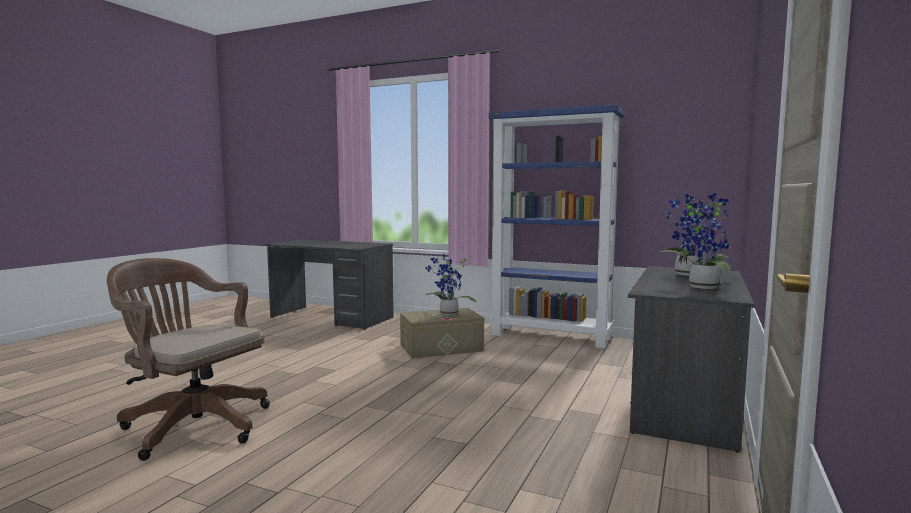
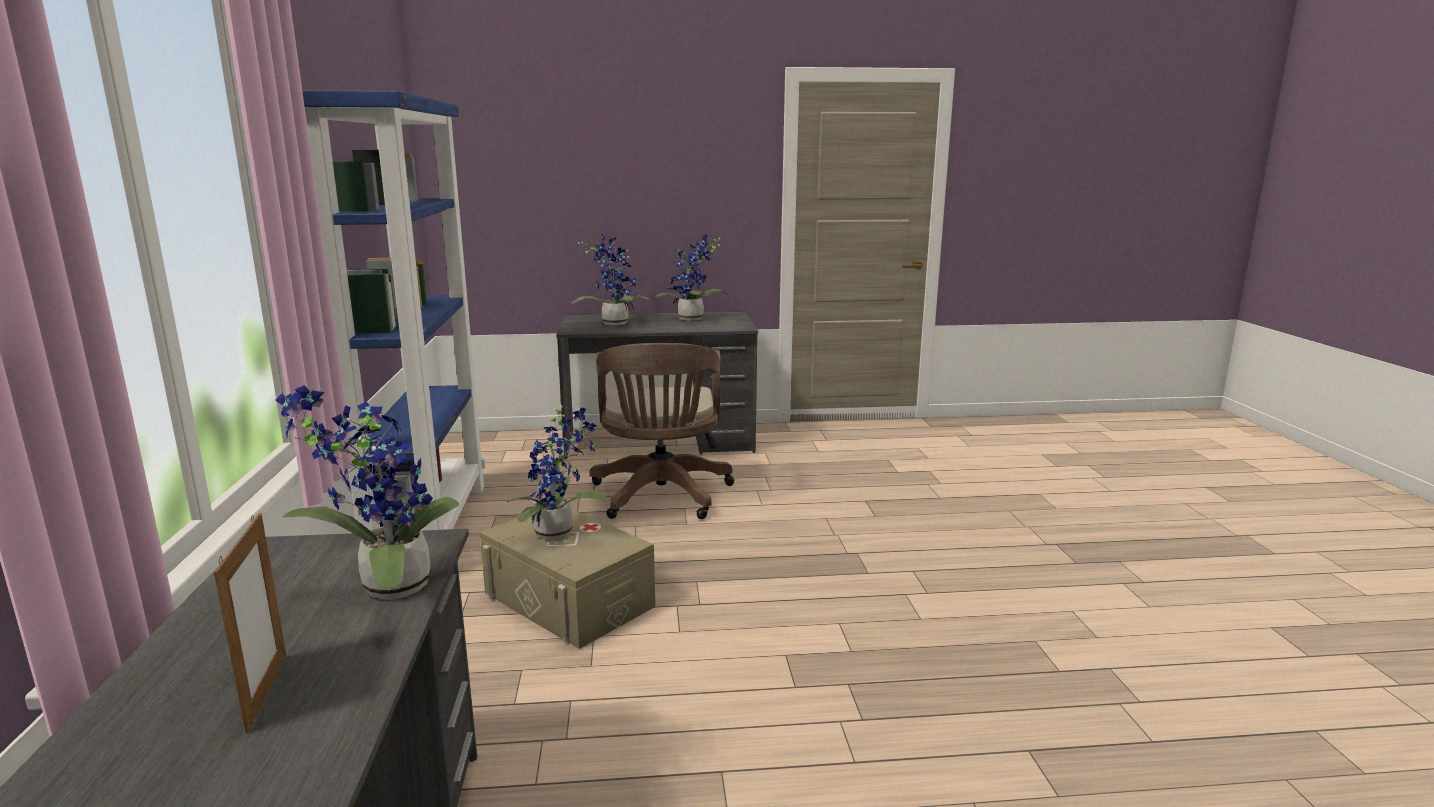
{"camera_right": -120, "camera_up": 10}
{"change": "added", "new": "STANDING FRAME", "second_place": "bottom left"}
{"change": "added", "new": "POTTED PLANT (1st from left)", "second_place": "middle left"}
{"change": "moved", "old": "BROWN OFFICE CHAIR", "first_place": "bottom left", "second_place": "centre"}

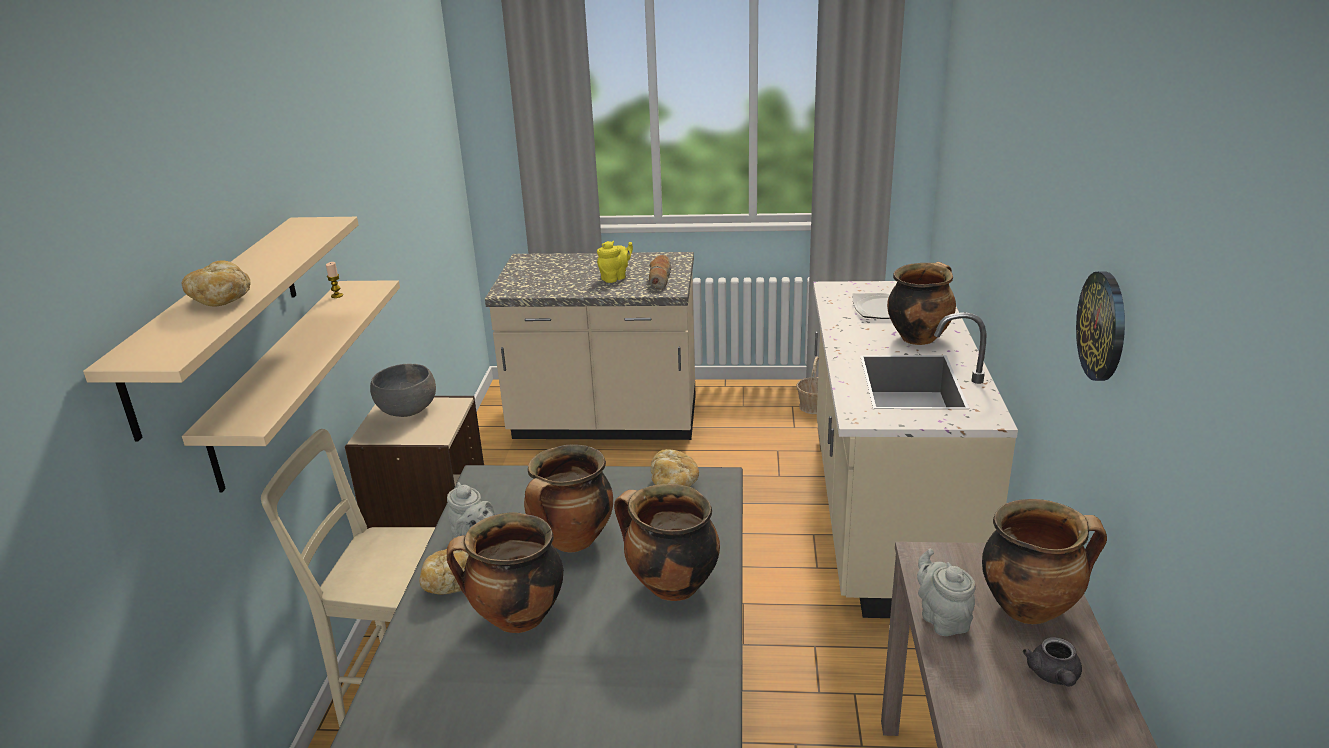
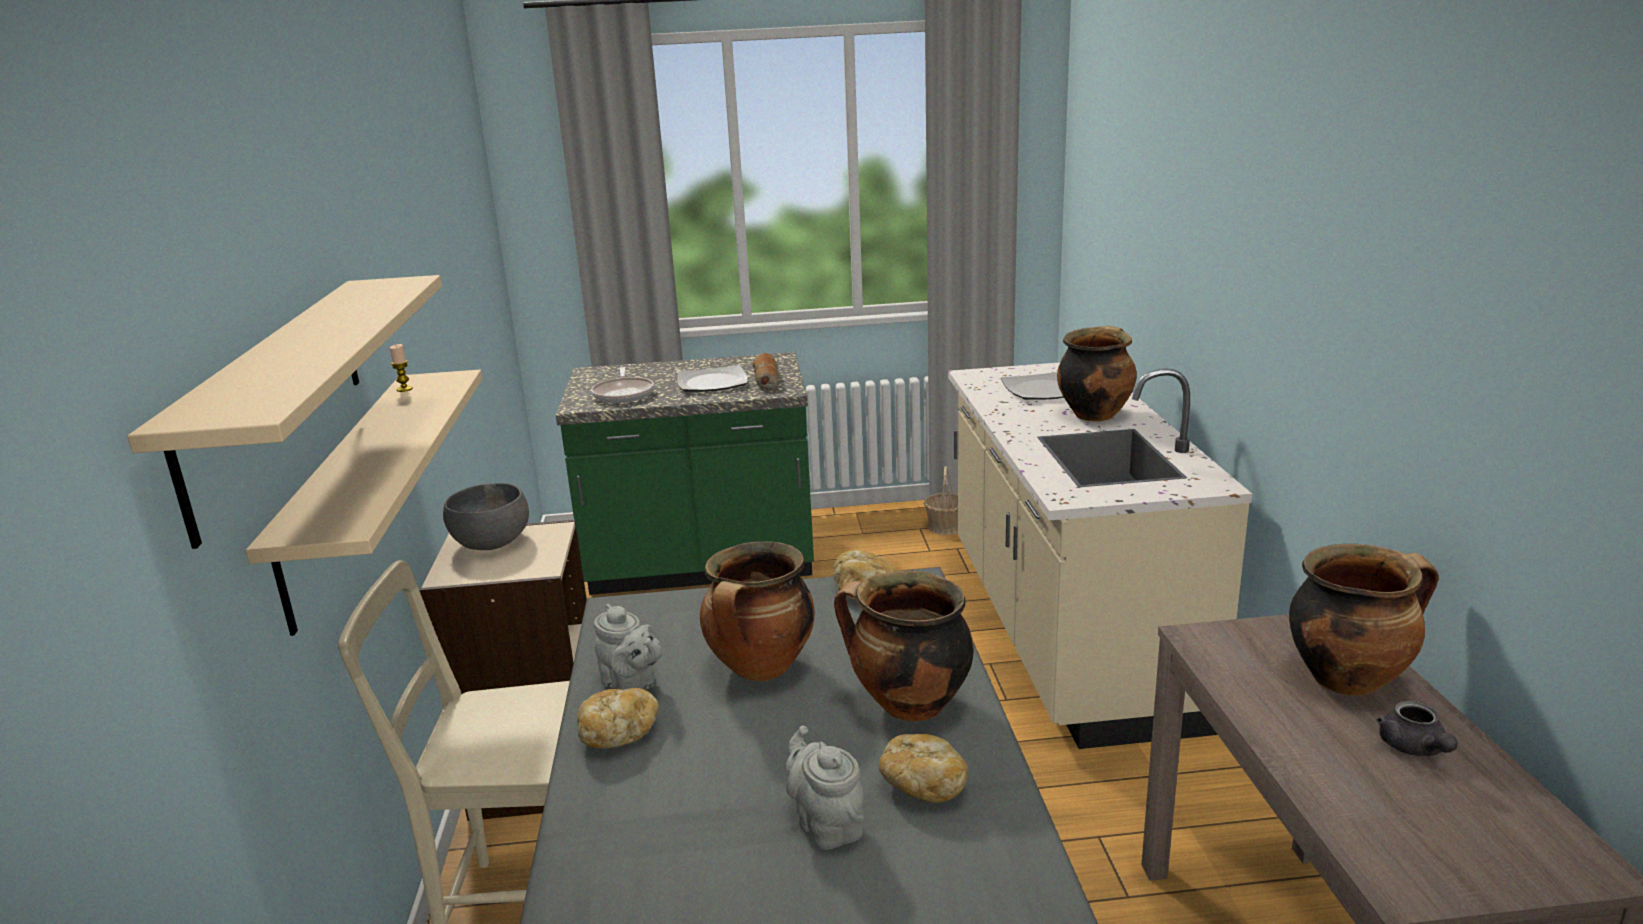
{"camera_right": -10, "camera_up": -5}
{"change": "removed", "old": "STOCKPOT (1st from left)", "first_place": "bottom centre"}
{"change": "removed", "old": "CLOCK ON THE WALL", "first_place": "middle right"}
{"change": "added", "new": "FRYING PAN", "second_place": "centre"}
{"change": "moved", "old": "BREAD (1st from left in the first image)", "new": "BREAD (4th from left)", "first_place": "middle left", "second_place": "bottom centre"}
{"change": "moved", "old": "GREY TEAPOT (2nd from left)", "first_place": "bottom right", "second_place": "bottom centre"}
{"change": "replaced", "old": "YELLOW-COLOURED TEAPOT", "new": "FLAT DISH (1st from left)", "first_place": "centre", "second_place": "centre"}
{"change": "recoloured", "old": "BEIGE-COLOURED COUNTER (1st from left)", "new": "GREENISH COUNTER", "first_place": "centre", "second_place": "centre"}

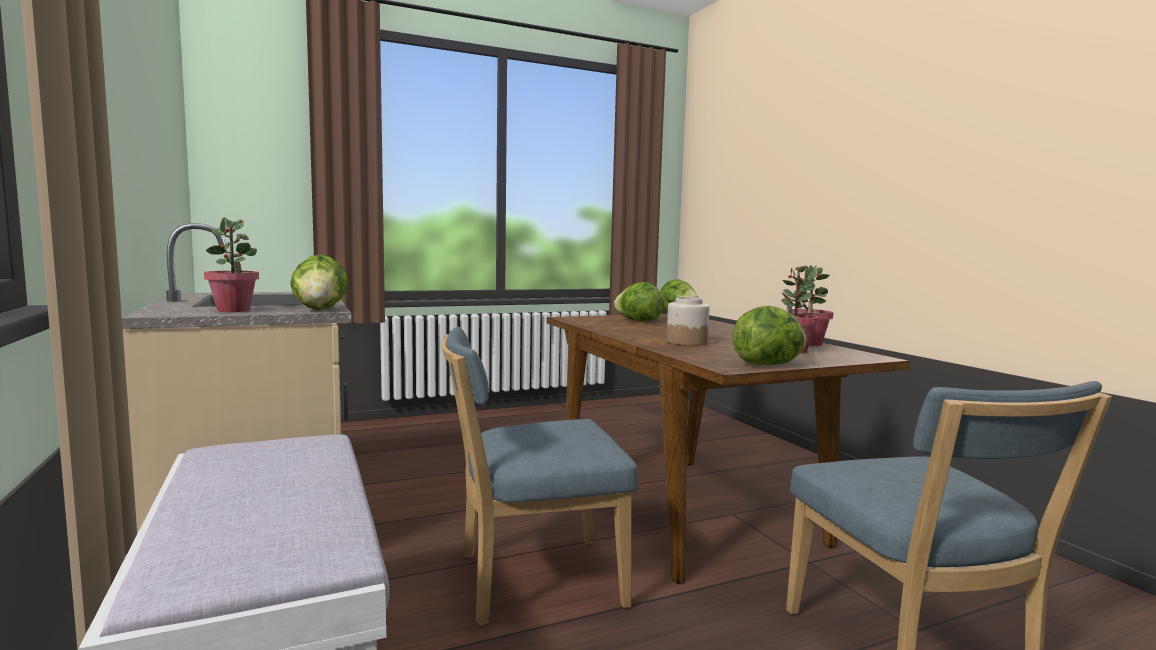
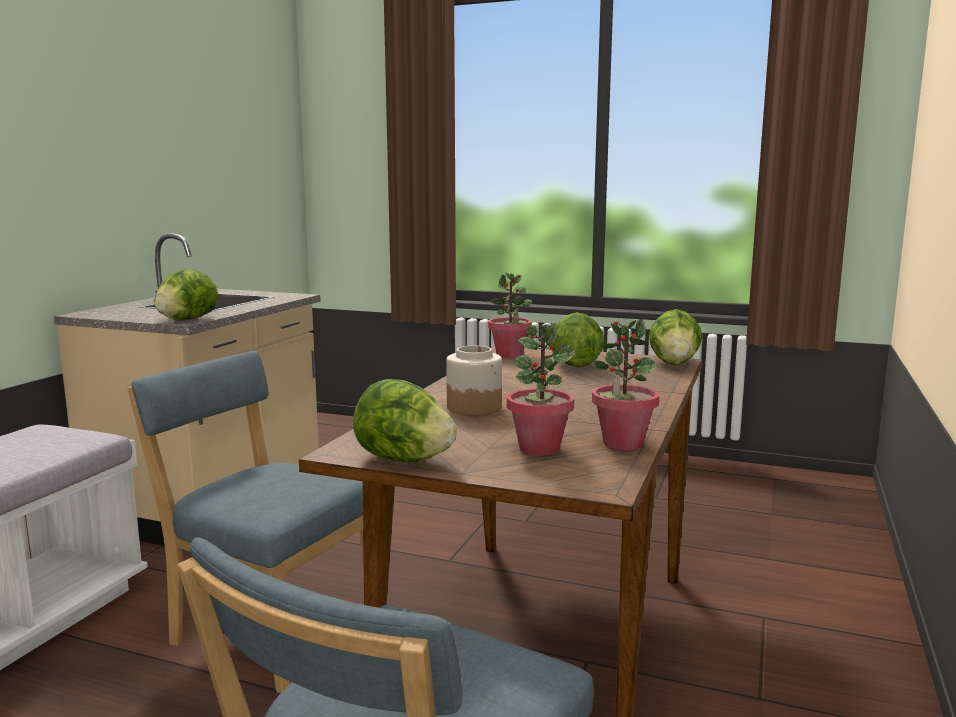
{"camera_right": 45, "camera_up": 5}
{"change": "moved", "old": "POTTED PLANT (1st from left)", "first_place": "middle left", "second_place": "centre"}

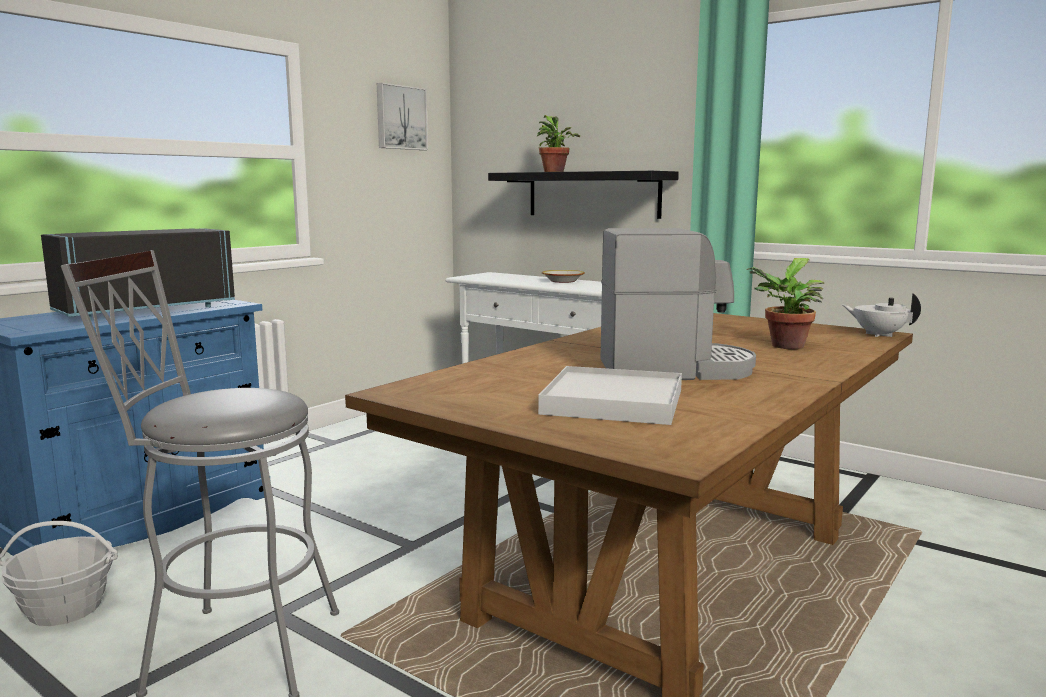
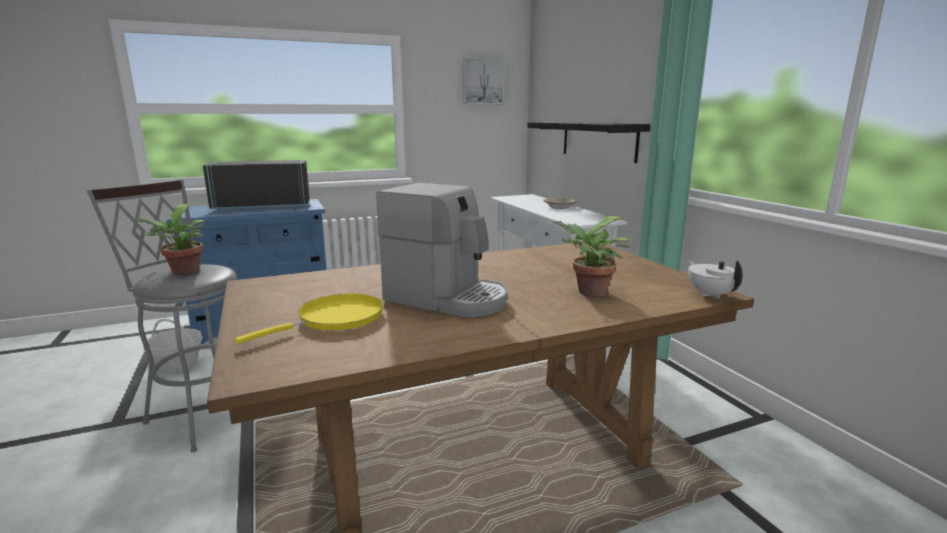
{"camera_right": 30, "camera_up": 5}
{"change": "moved", "old": "POTTED PLANT (1st from left)", "first_place": "top centre", "second_place": "middle left"}
{"change": "replaced", "old": "WHITE SERVING TRAY", "new": "YELLOW-COLOURED FRYING PAN", "first_place": "centre", "second_place": "middle left"}

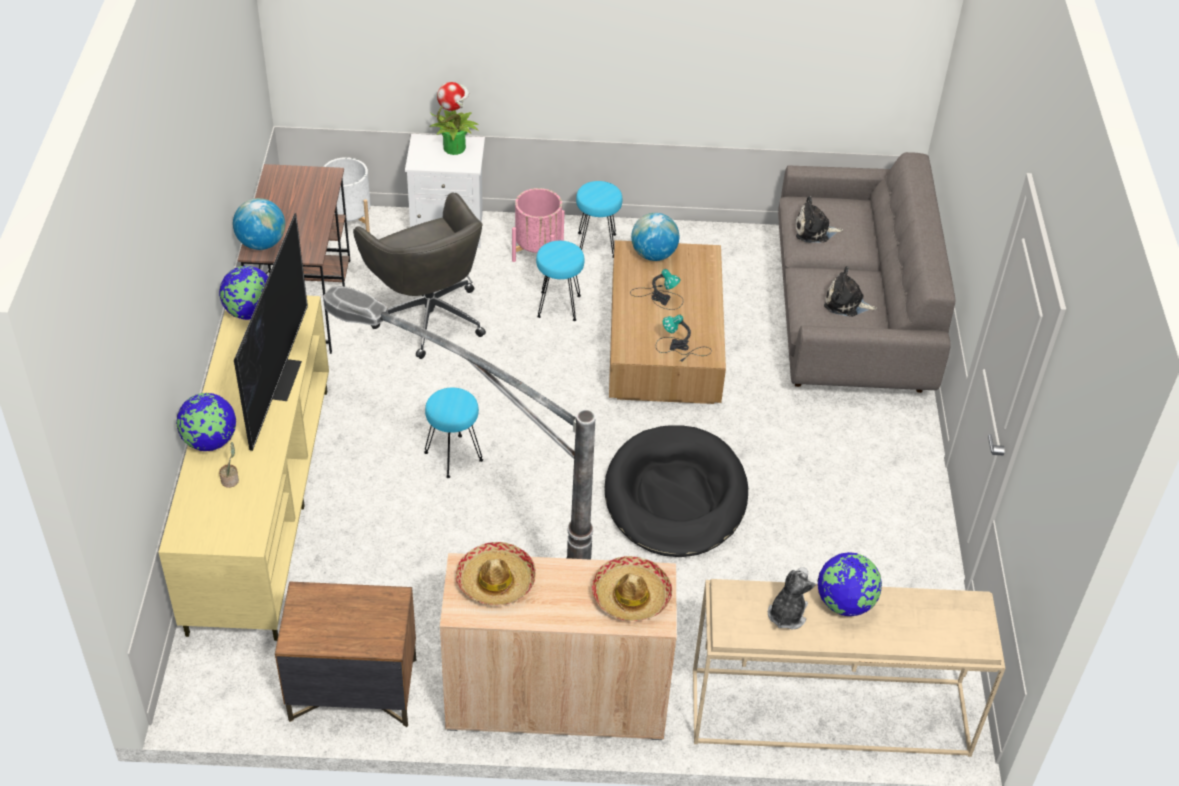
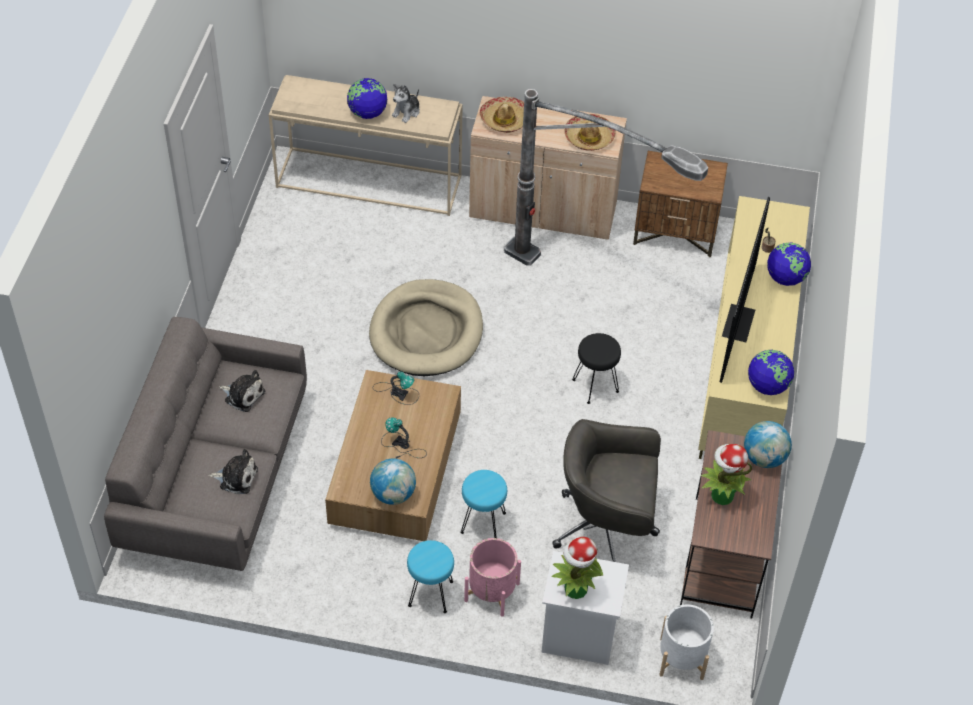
{"camera_right": -170, "camera_up": 5}
{"change": "added", "new": "POTTED PLANT (2nd from left)", "second_place": "bottom right"}
{"change": "recoloured", "old": "BLUE-GREEN STOOL SEAT (1st from left)", "new": "BLACKISH STOOL SEAT", "first_place": "centre", "second_place": "centre"}
{"change": "recoloured", "old": "BLACKISH PET BED", "new": "BEIGE-COLOURED PET BED", "first_place": "centre", "second_place": "centre"}
{"change": "turned", "old": "GREY OFFICE CHAIR", "first_place": "centre", "second_place": "bottom centre", "degrees": -60}

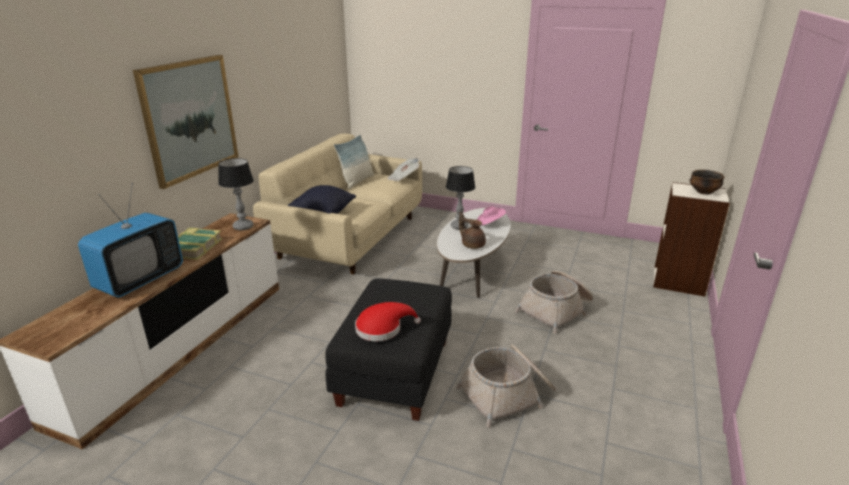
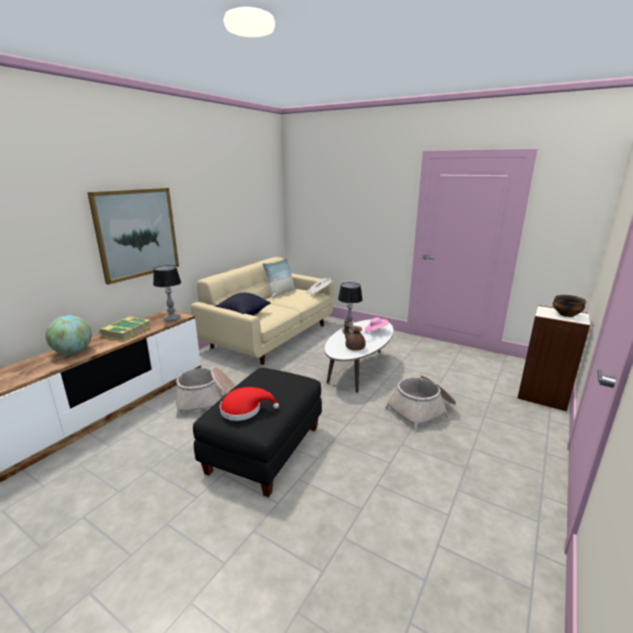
{"camera_right": 10, "camera_up": -5}
{"change": "moved", "old": "BASKET (1st from left)", "first_place": "bottom centre", "second_place": "middle left"}
{"change": "replaced", "old": "TELEVISION", "new": "GLOBE", "first_place": "middle left", "second_place": "middle left"}

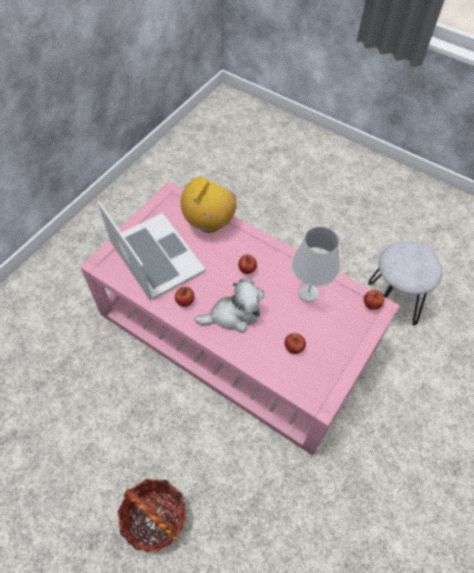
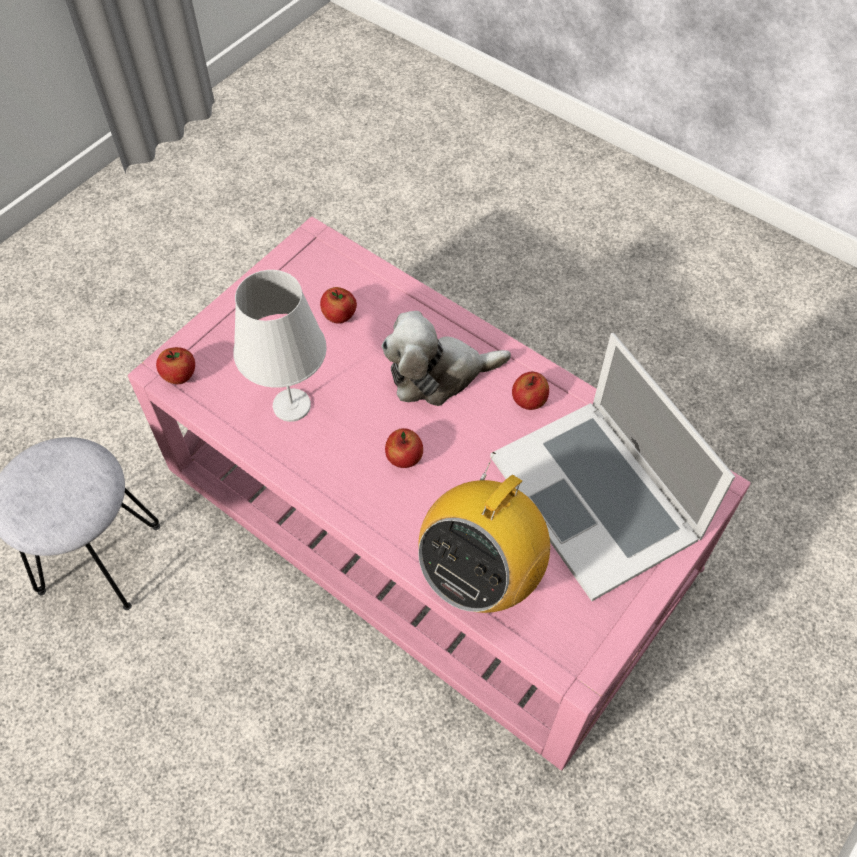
{"camera_right": -175, "camera_up": 0}
{"change": "removed", "old": "BASKET", "first_place": "bottom left"}

